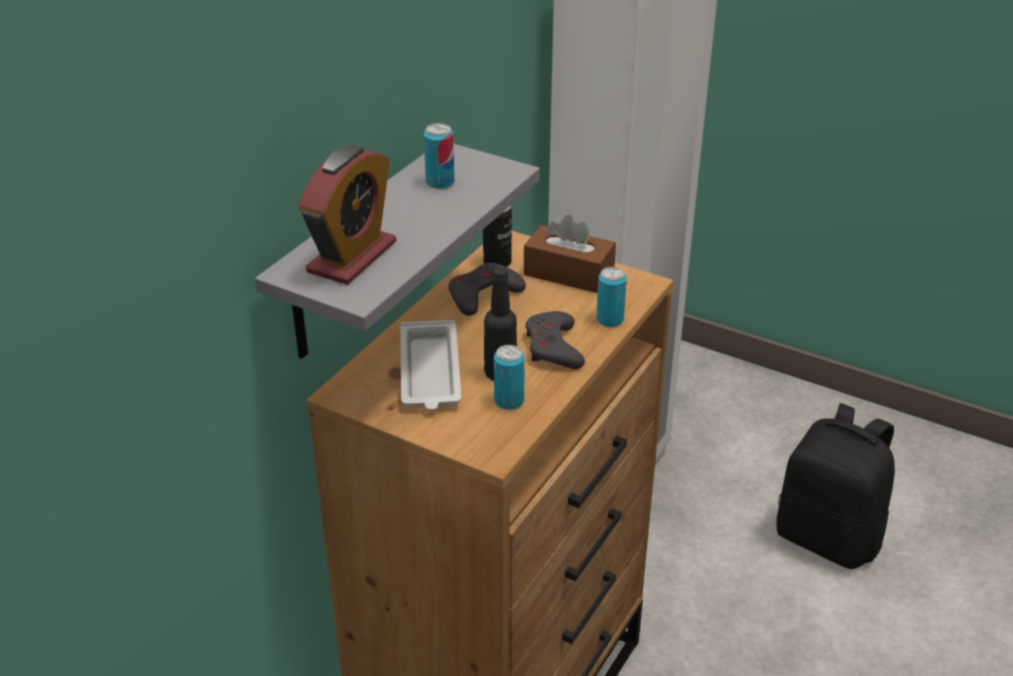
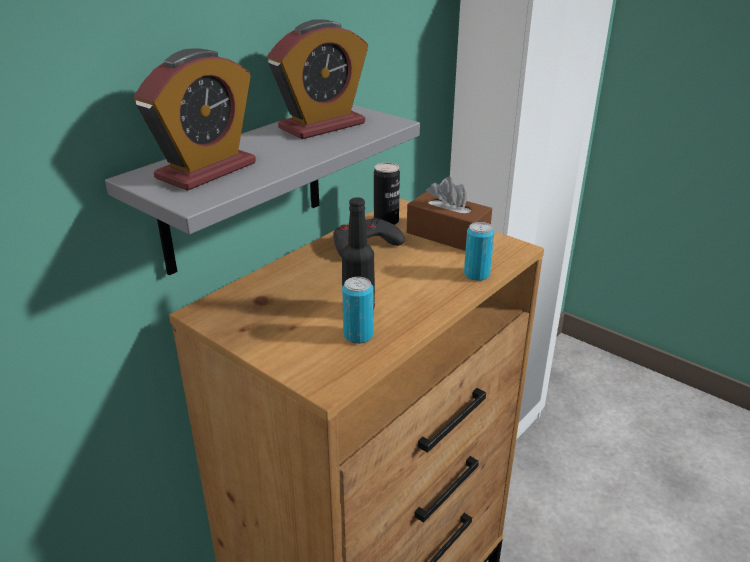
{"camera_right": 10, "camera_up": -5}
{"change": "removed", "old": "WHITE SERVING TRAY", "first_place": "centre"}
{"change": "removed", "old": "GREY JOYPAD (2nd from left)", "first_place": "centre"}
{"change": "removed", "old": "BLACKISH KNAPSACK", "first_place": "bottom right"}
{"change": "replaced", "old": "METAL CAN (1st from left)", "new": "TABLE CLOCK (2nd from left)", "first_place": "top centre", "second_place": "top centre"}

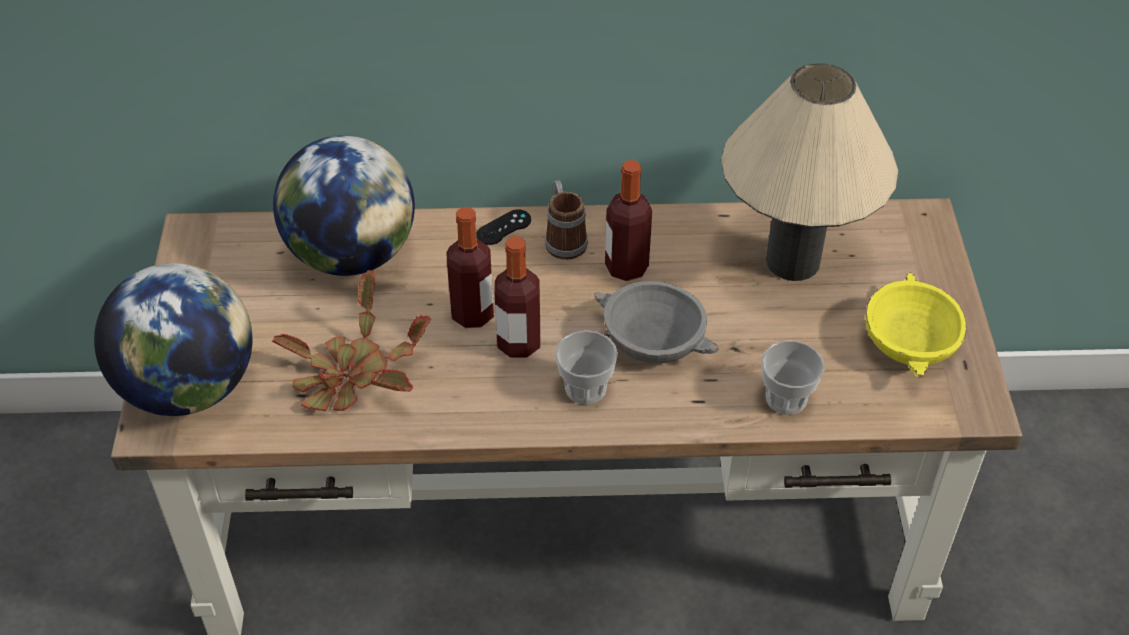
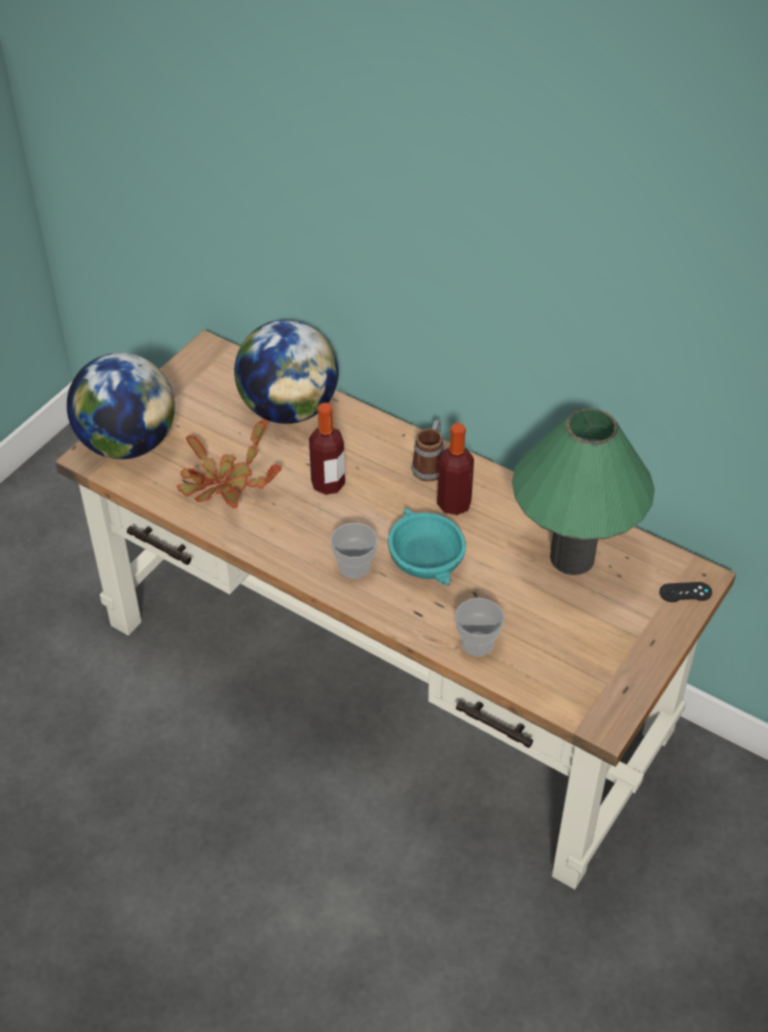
{"camera_right": 35, "camera_up": 0}
{"change": "removed", "old": "BOTTLE (2nd from left)", "first_place": "centre"}
{"change": "removed", "old": "YELLOW-COLOURED DEEP DISH", "first_place": "middle right"}
{"change": "moved", "old": "BLACKISH JOYPAD", "first_place": "centre", "second_place": "middle right"}
{"change": "recoloured", "old": "GREY DEEP DISH", "new": "BLUE-GREEN DEEP DISH", "first_place": "centre", "second_place": "centre"}
{"change": "recoloured", "old": "BEIGE-COLOURED TABLETOP LAMP", "new": "GREENISH TABLETOP LAMP", "first_place": "top right", "second_place": "middle right"}

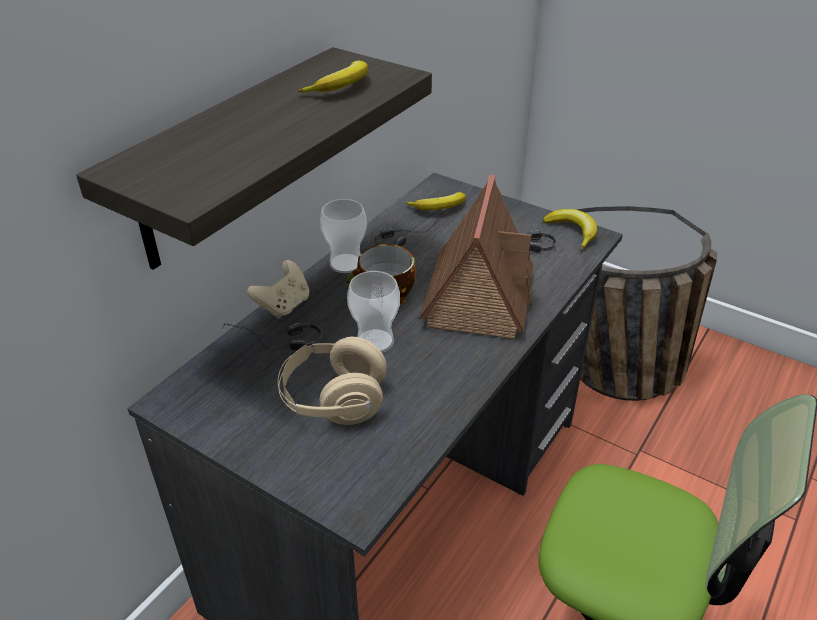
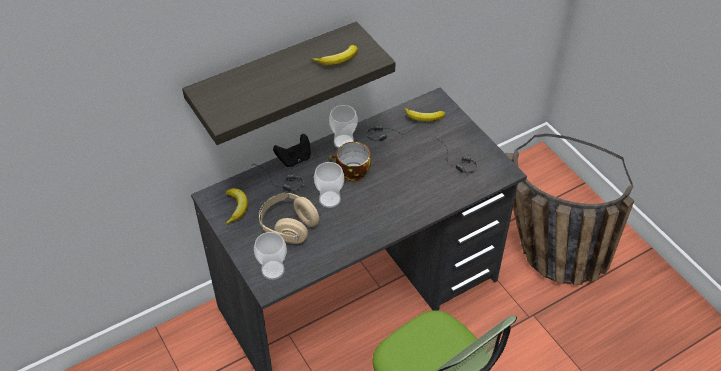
{"camera_right": 25, "camera_up": 10}
{"change": "removed", "old": "MODEL HOUSE", "first_place": "centre"}
{"change": "added", "new": "SMALL CUP (1st from left)", "second_place": "bottom centre"}
{"change": "moved", "old": "BANANA FRUIT (3rd from left in the first image)", "new": "BANANA FRUIT (1st from left)", "first_place": "middle right", "second_place": "middle left"}
{"change": "recoloured", "old": "BEIGE-COLOURED JOYPAD", "new": "BLACKISH JOYPAD", "first_place": "centre", "second_place": "centre"}

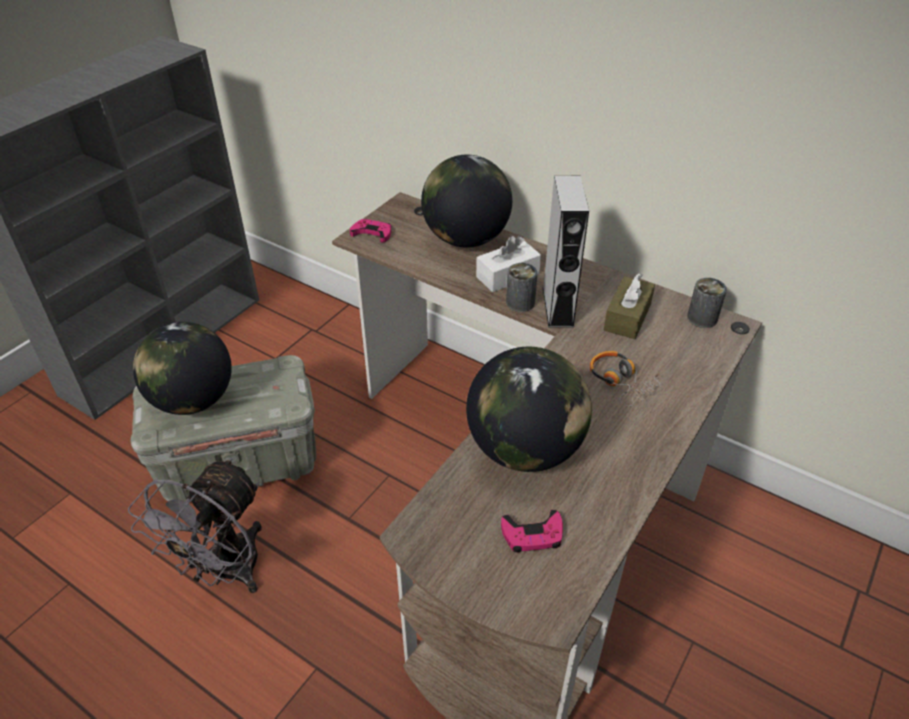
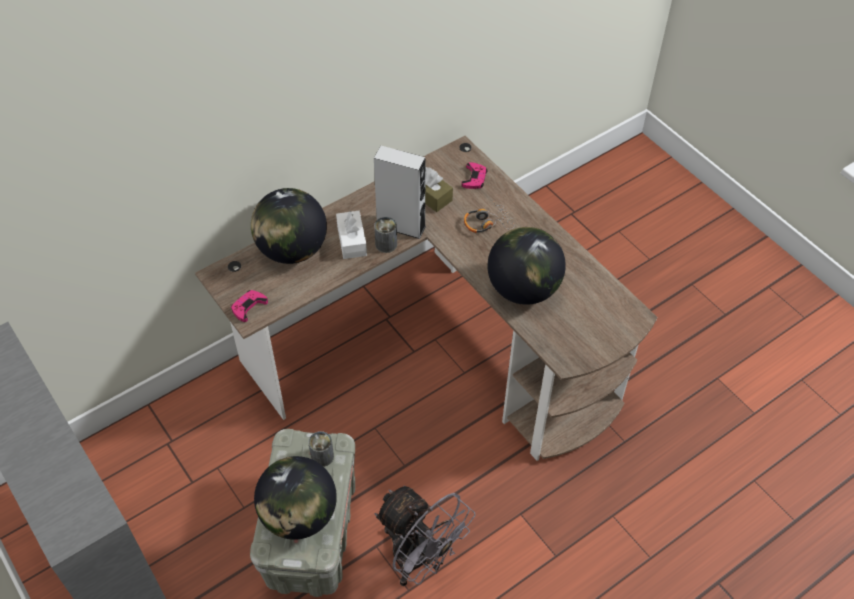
{"camera_right": -70, "camera_up": 10}
{"change": "moved", "old": "PINK-COLOURED JOYPAD (2nd from left)", "first_place": "bottom centre", "second_place": "top centre"}
{"change": "moved", "old": "METAL CAN (2nd from left in the first image)", "new": "METAL CAN (1st from left)", "first_place": "middle right", "second_place": "bottom centre"}

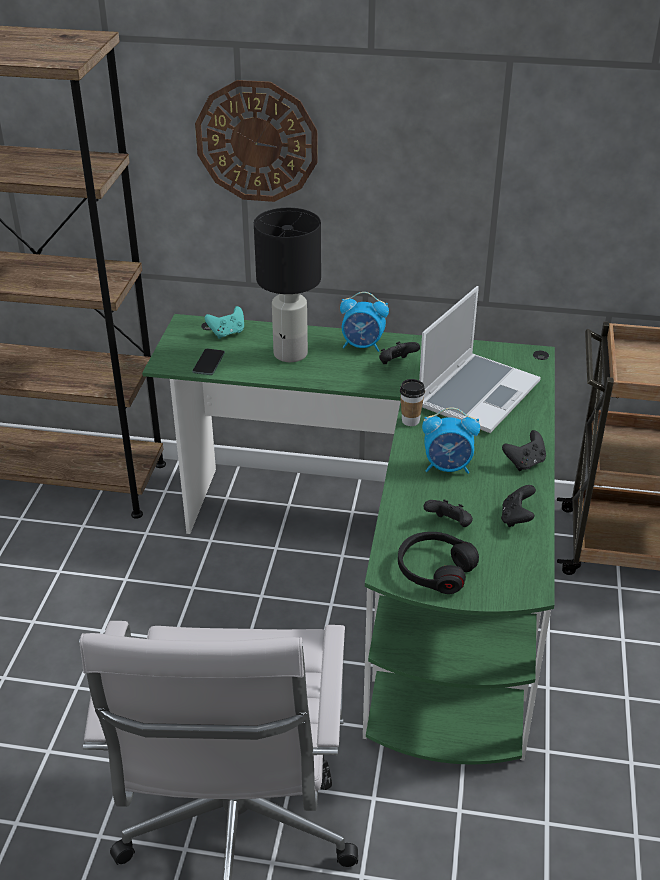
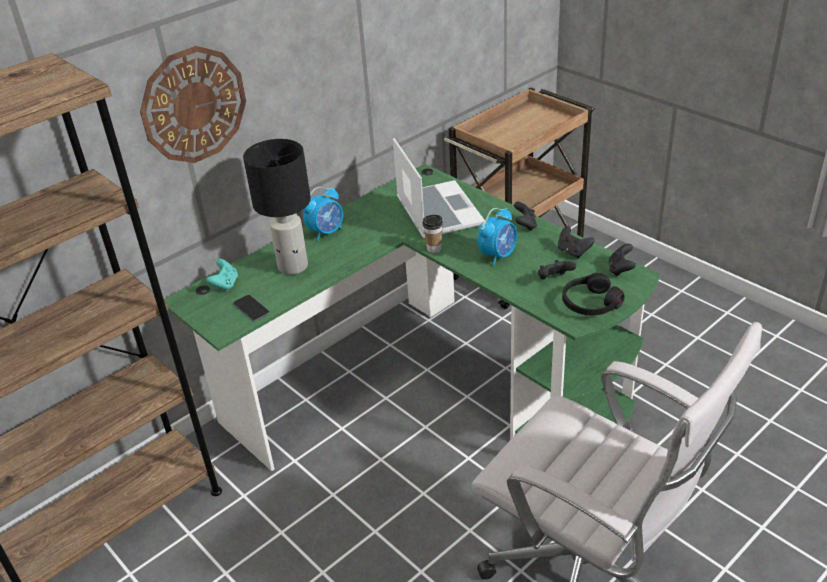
{"camera_right": -50, "camera_up": 0}
{"change": "moved", "old": "BLACKISH JOYPAD (1st from left in the first image)", "new": "BLACKISH JOYPAD (4th from left)", "first_place": "centre", "second_place": "middle right"}

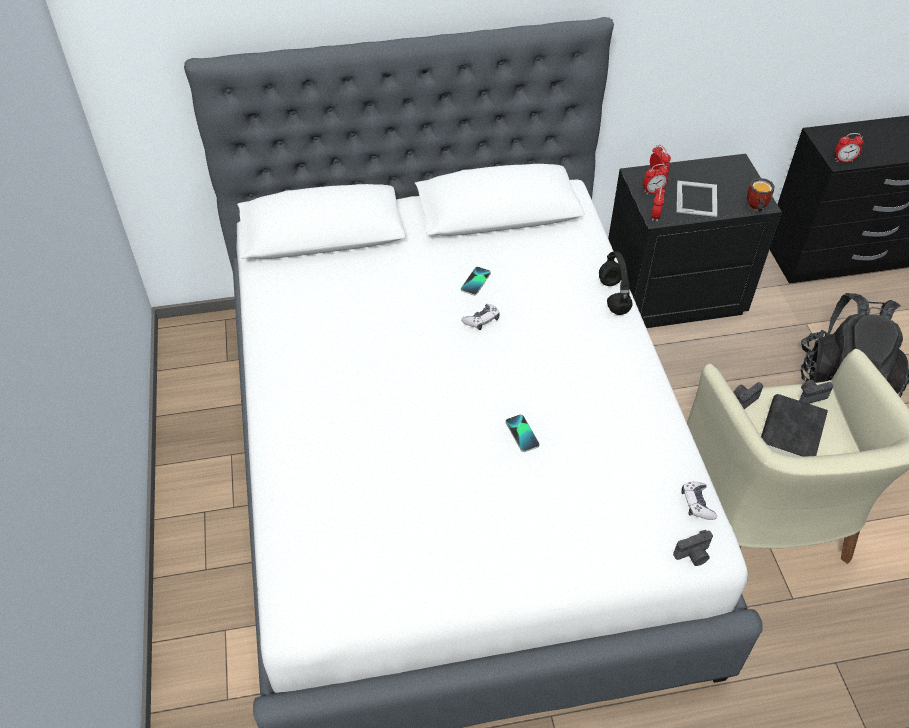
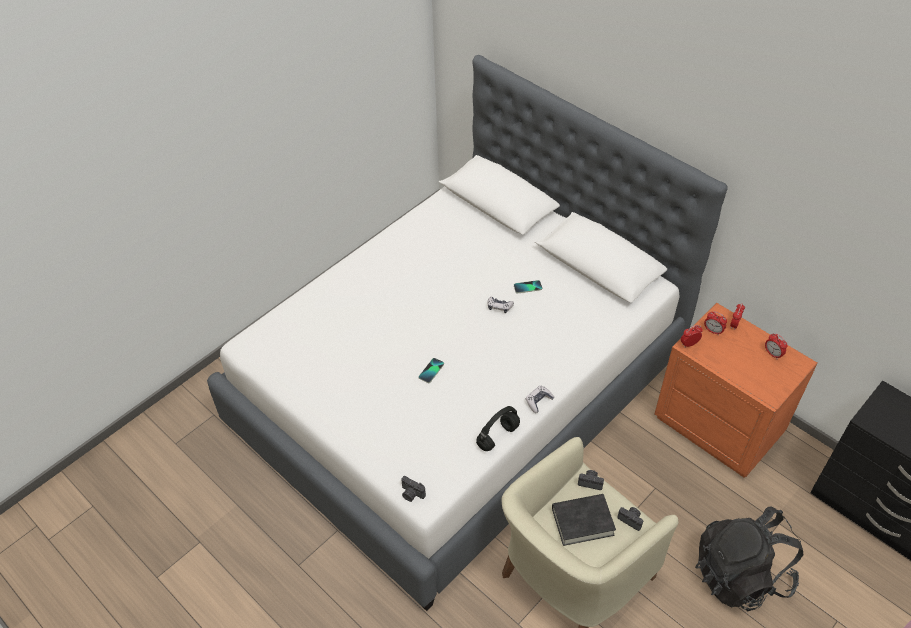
{"camera_right": 55, "camera_up": 0}
{"change": "removed", "old": "STANDING FRAME", "first_place": "top right"}
{"change": "removed", "old": "COFFEE MUG", "first_place": "top right"}
{"change": "moved", "old": "BLACKISH HEADSET", "first_place": "middle right", "second_place": "bottom centre"}
{"change": "moved", "old": "JOYPAD (2nd from left)", "first_place": "bottom right", "second_place": "centre"}
{"change": "moved", "old": "TABLE CLOCK (4th from left)", "first_place": "top right", "second_place": "middle right"}
{"change": "recoloured", "old": "BLACKISH NIGHTSTAND", "new": "ORANGEY NIGHTSTAND", "first_place": "top right", "second_place": "middle right"}

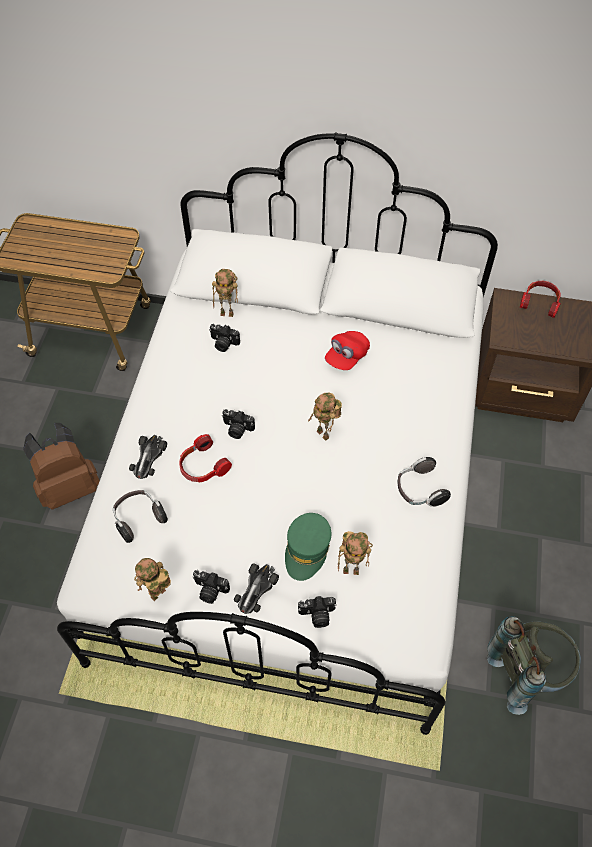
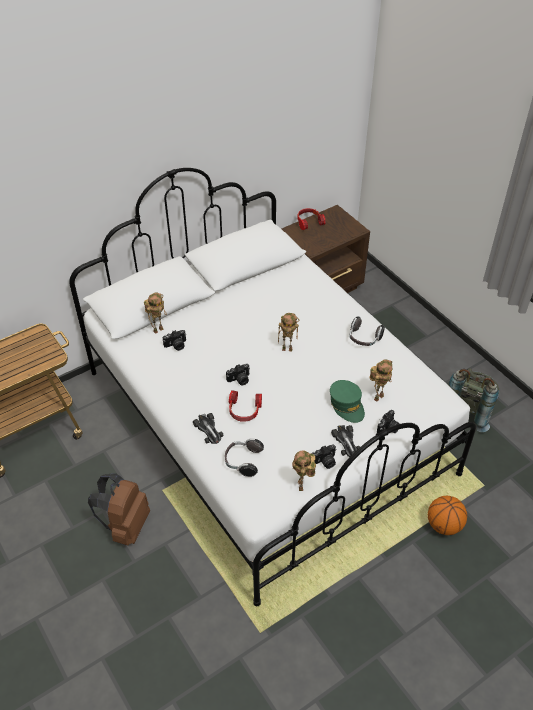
{"camera_right": -45, "camera_up": -10}
{"change": "removed", "old": "RED-COLOURED PEAKED CAP", "first_place": "centre"}
{"change": "added", "new": "BASKETBALL", "second_place": "bottom right"}

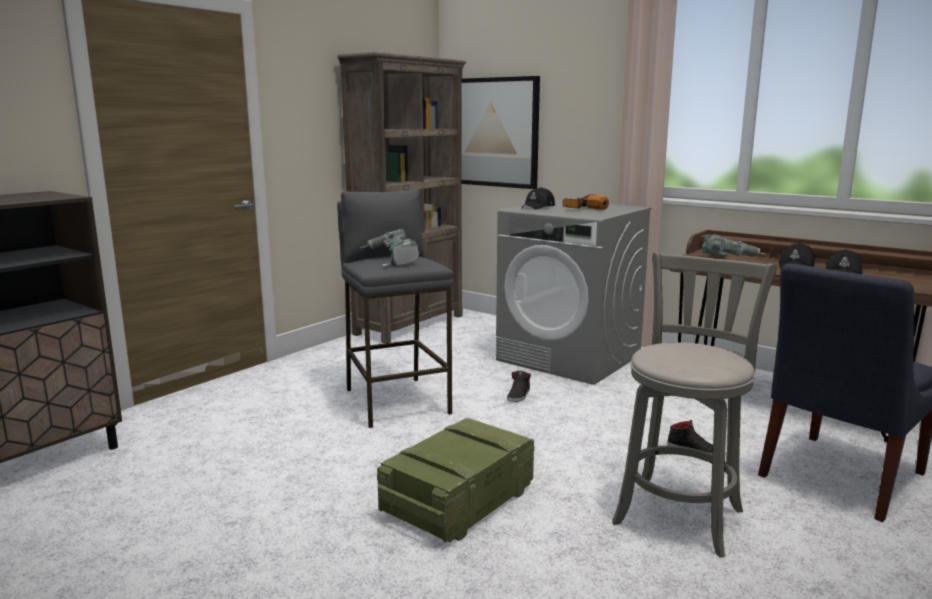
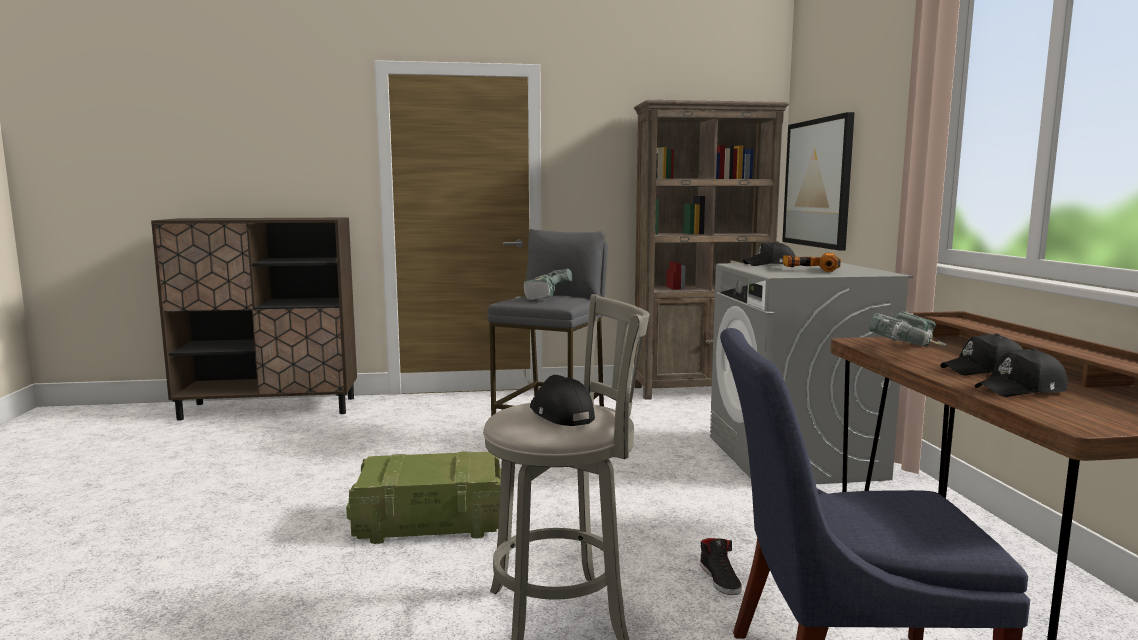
{"camera_right": 45, "camera_up": -5}
{"change": "removed", "old": "BLACKISH ITEM OF FOOTWEAR (1st from left)", "first_place": "centre"}
{"change": "added", "new": "BLACKISH PEAKED CAP (1st from left)", "second_place": "centre"}

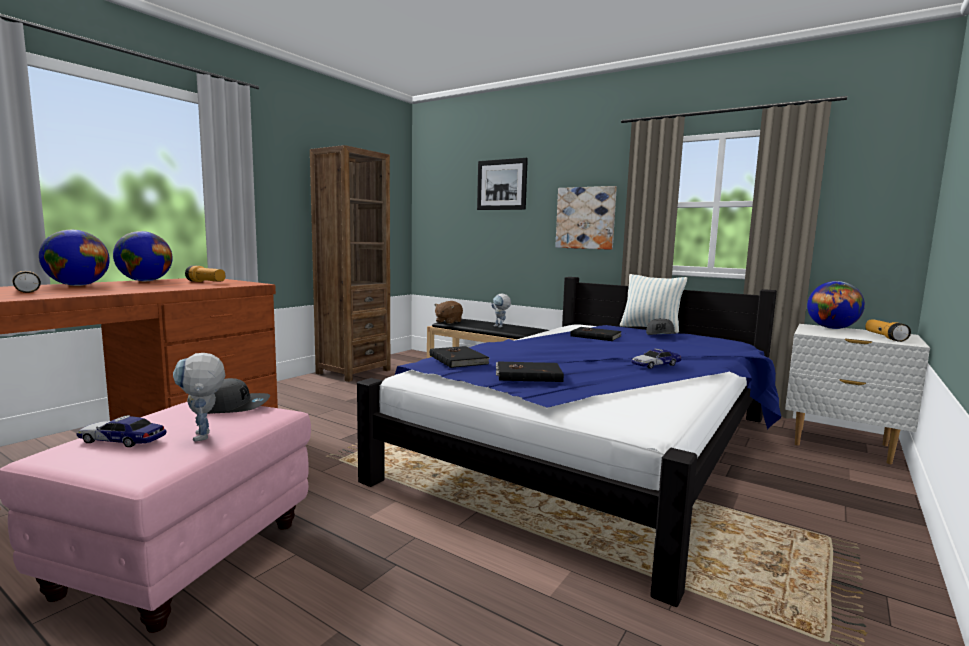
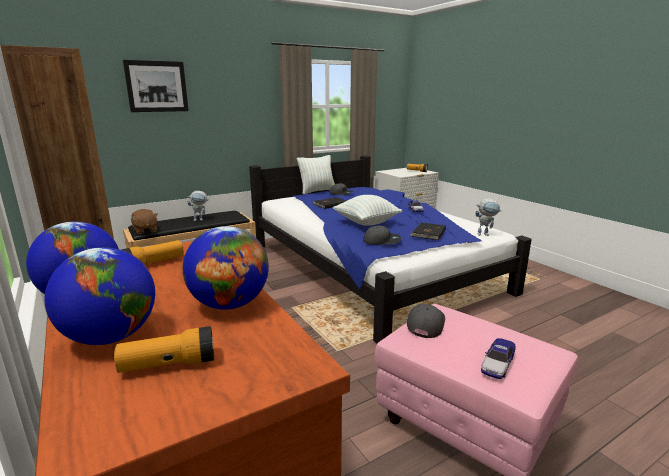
{"camera_right": -65, "camera_up": 10}
{"change": "removed", "old": "WALL ART (2nd from left)", "first_place": "centre"}
{"change": "added", "new": "THROW PILLOW (2nd from left)", "second_place": "centre"}
{"change": "moved", "old": "ROBOT FIGURE (1st from left in the first image)", "new": "ROBOT FIGURE (2nd from left)", "first_place": "middle left", "second_place": "middle right"}
{"change": "moved", "old": "GLOBE (3rd from left)", "first_place": "middle right", "second_place": "centre"}
{"change": "replaced", "old": "BLACKISH BOOK (1st from left)", "new": "GREY PEAKED CAP (2nd from left)", "first_place": "centre", "second_place": "centre"}

